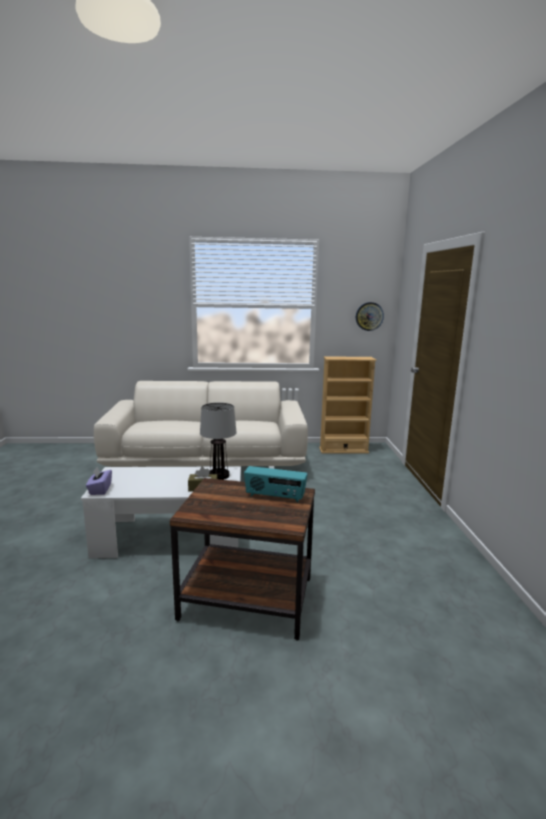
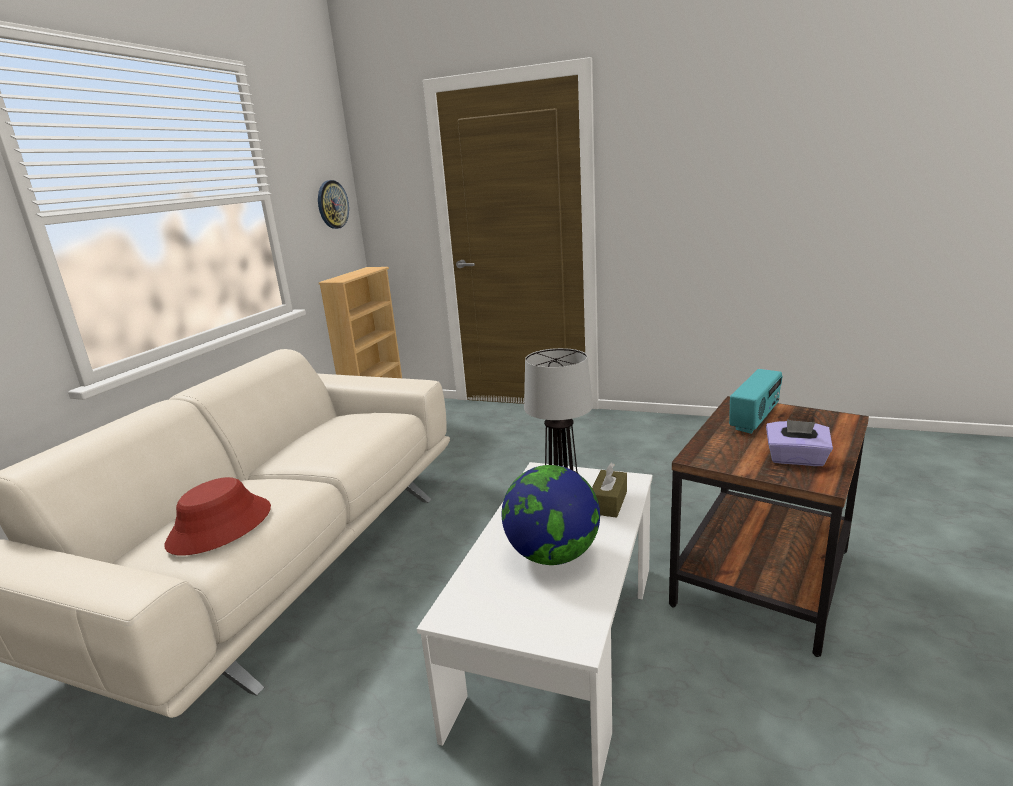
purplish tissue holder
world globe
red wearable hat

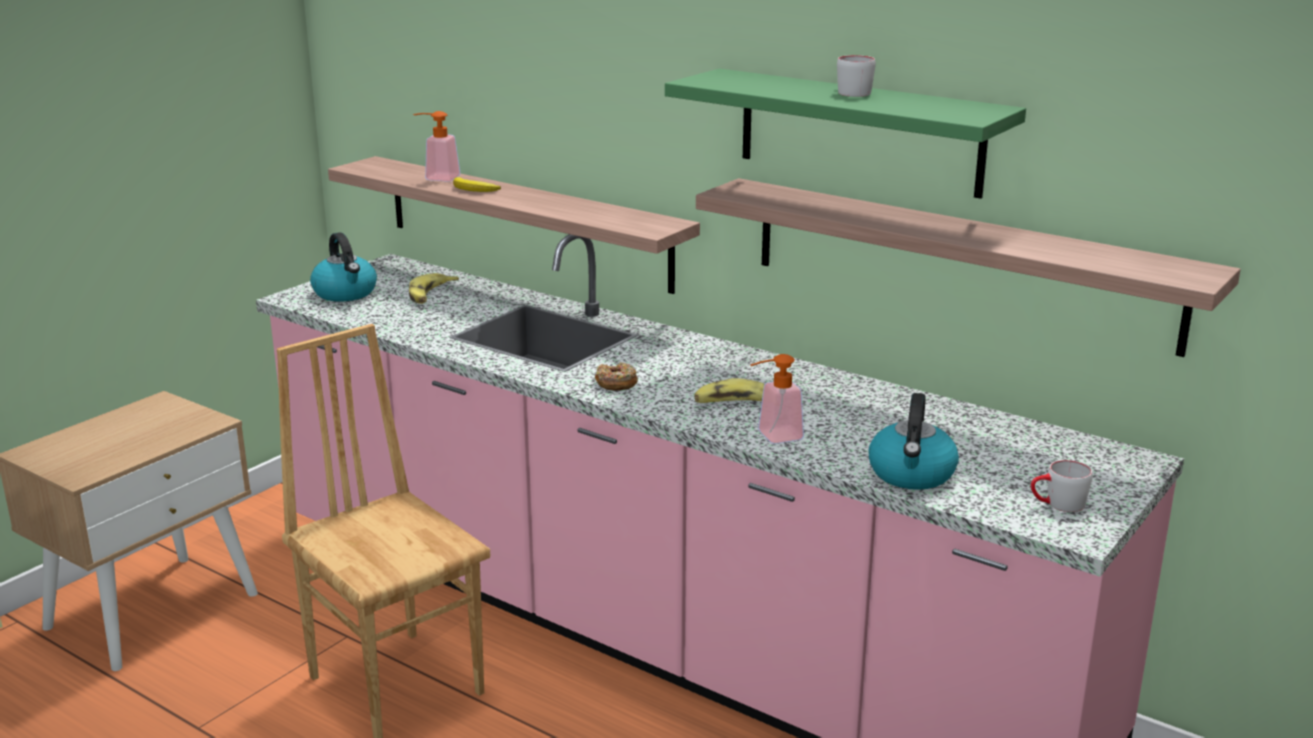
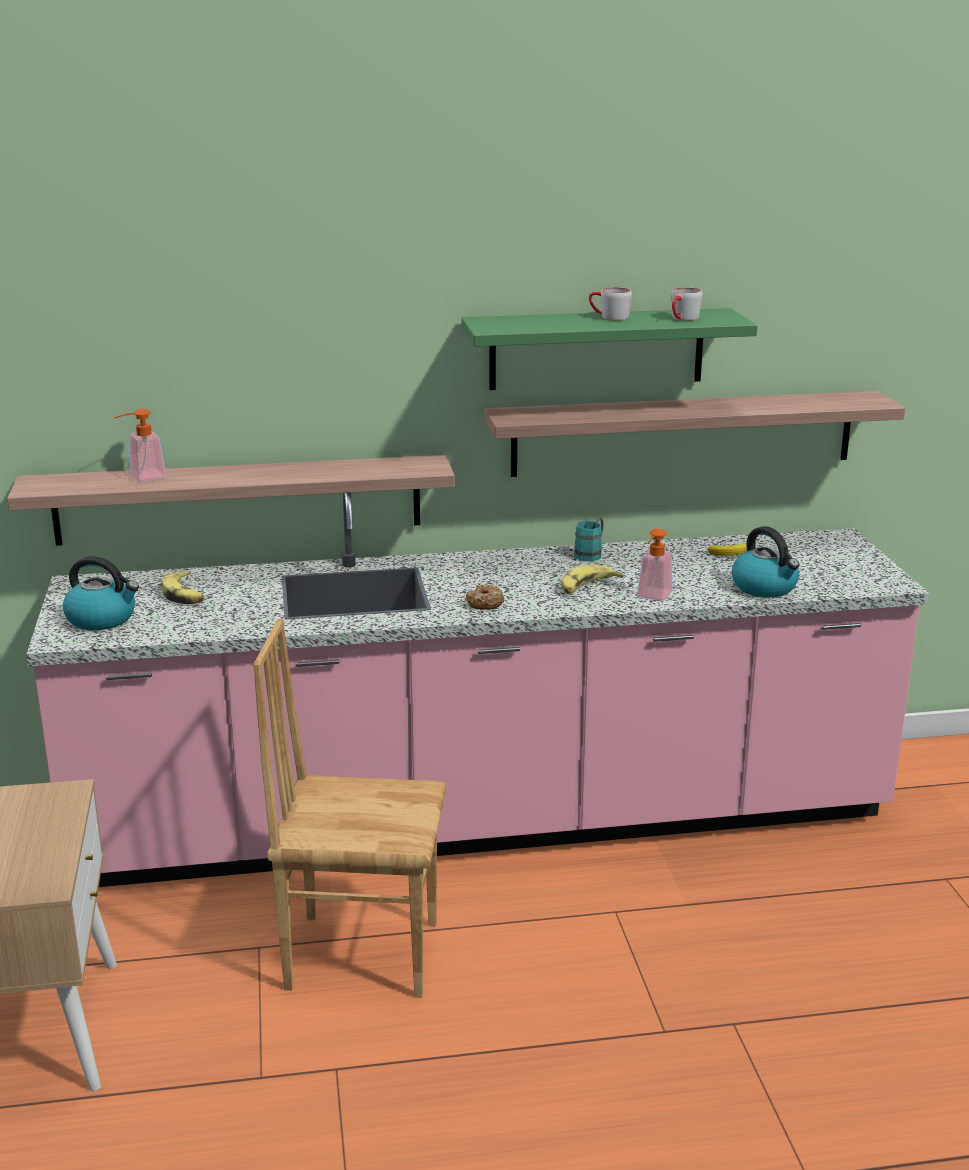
banana (3rd from left)
grey coffee mug (2nd from left)
blue-green coffee mug

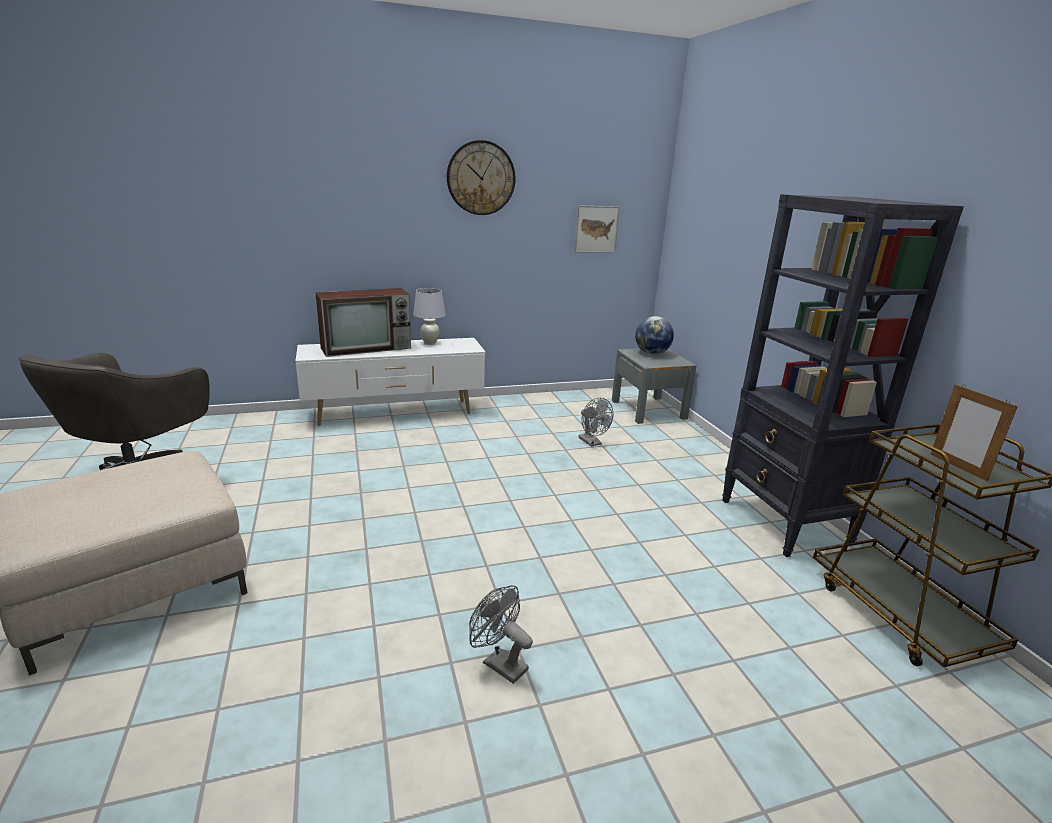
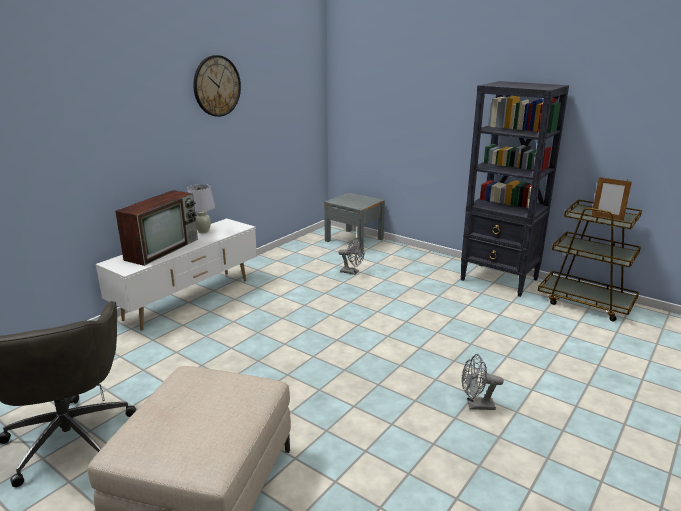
picture
world globe

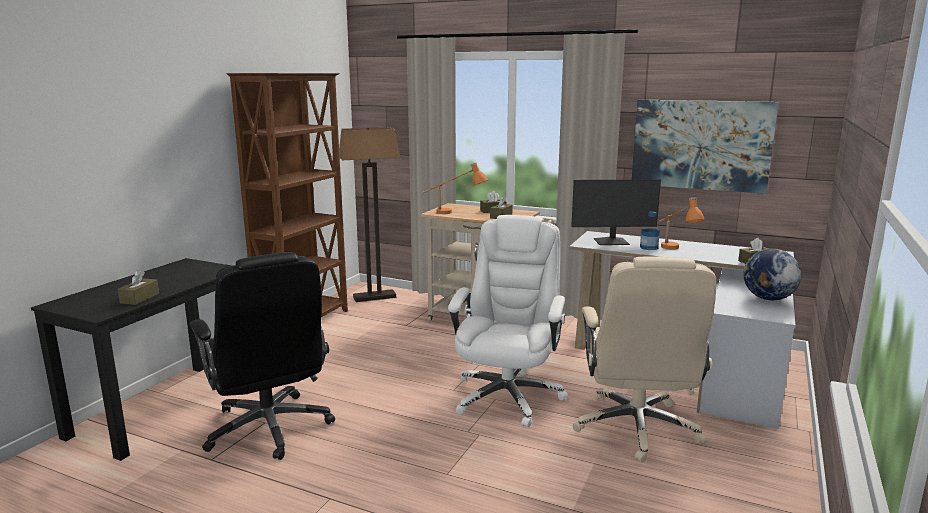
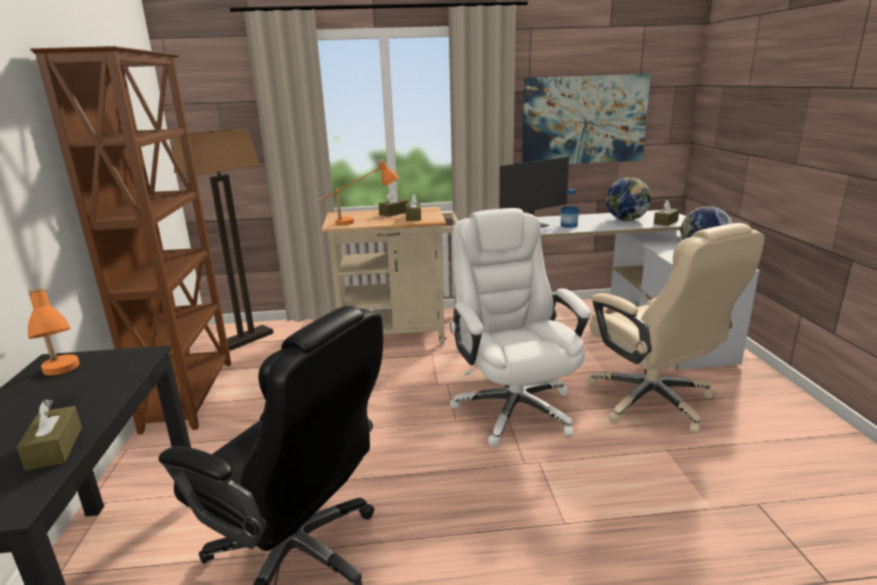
orange tabletop lamp (1st from left)
world globe (1st from left)

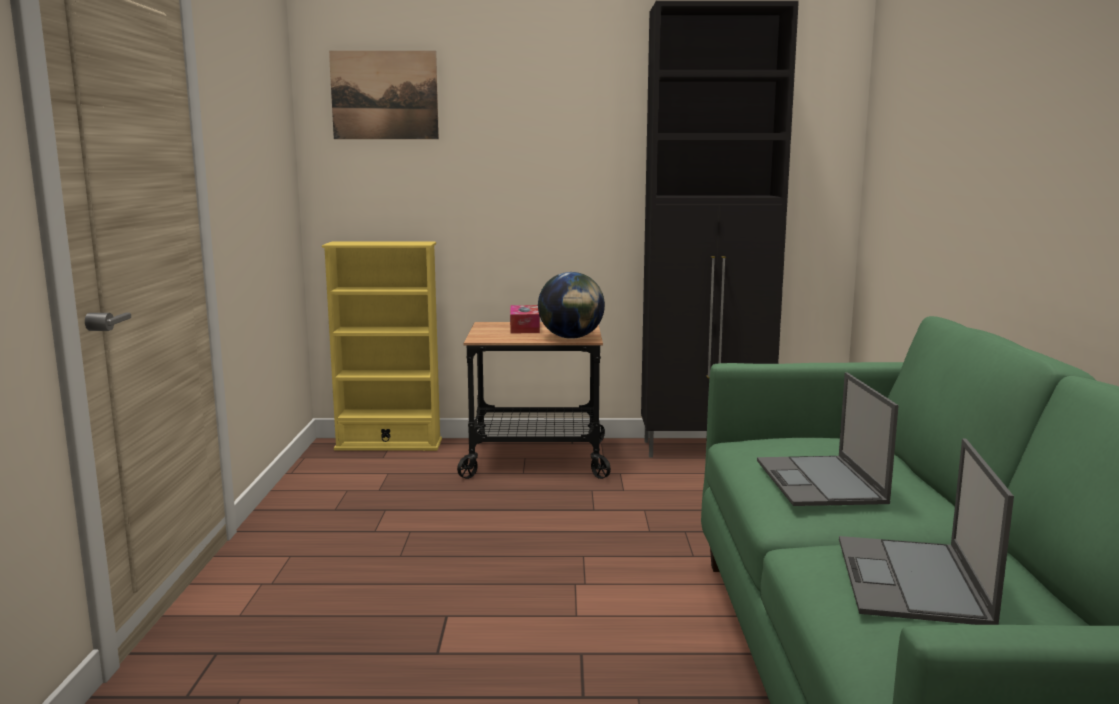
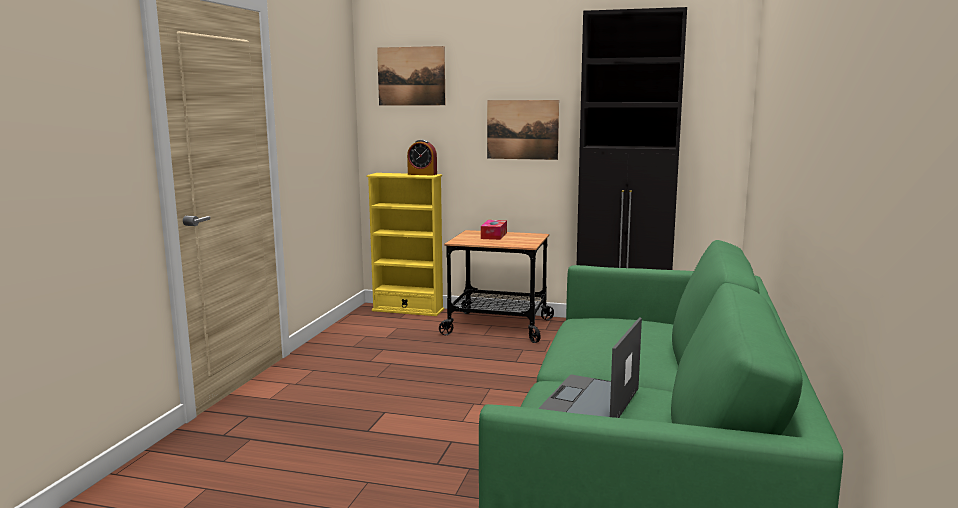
world globe
portable computer (1st from left in the first image)
picture (2nd from left)
table clock

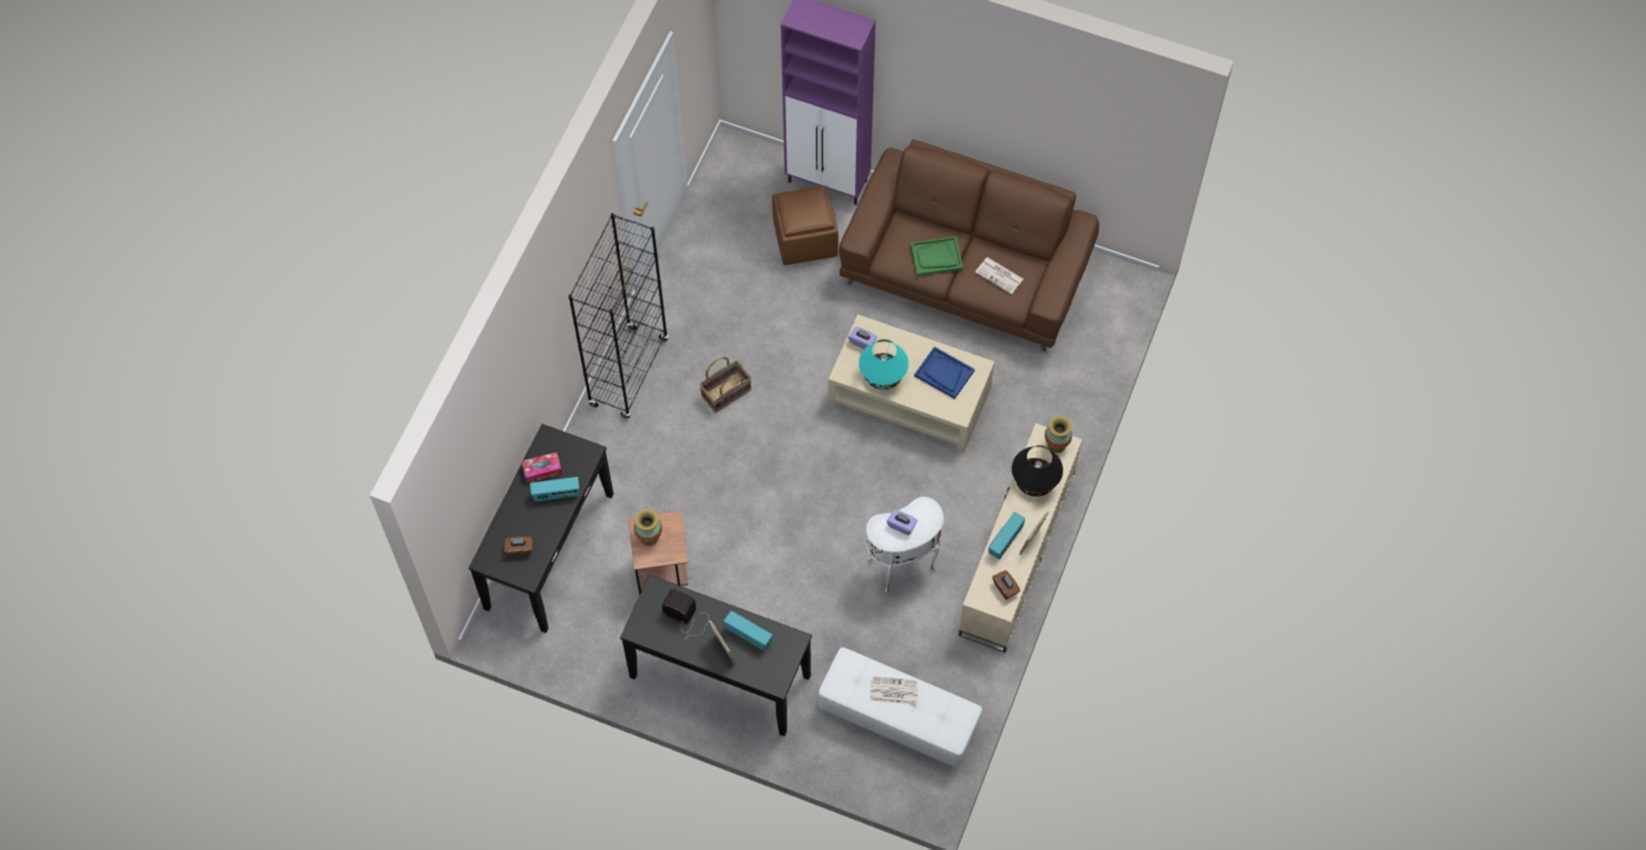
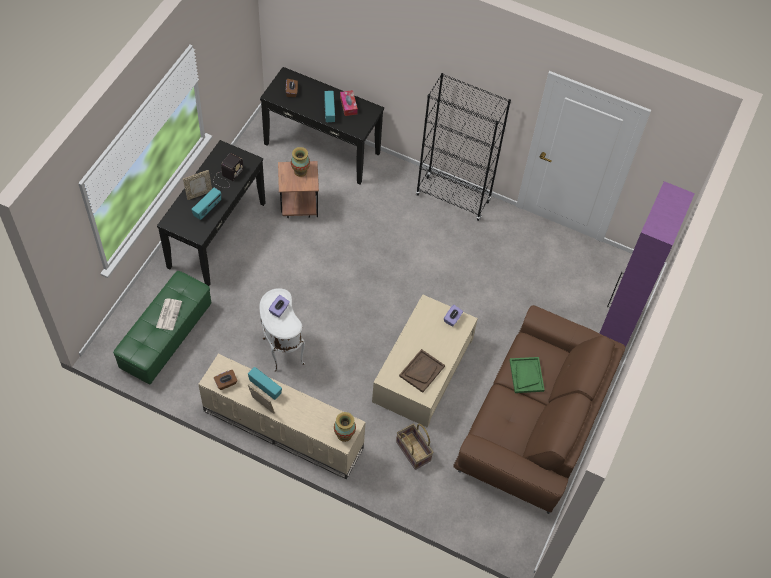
brown footrest
newspaper (2nd from left in the first image)
blue-green tabletop lamp
brown tray
household basket
black-coloured tabletop lamp
green footrest

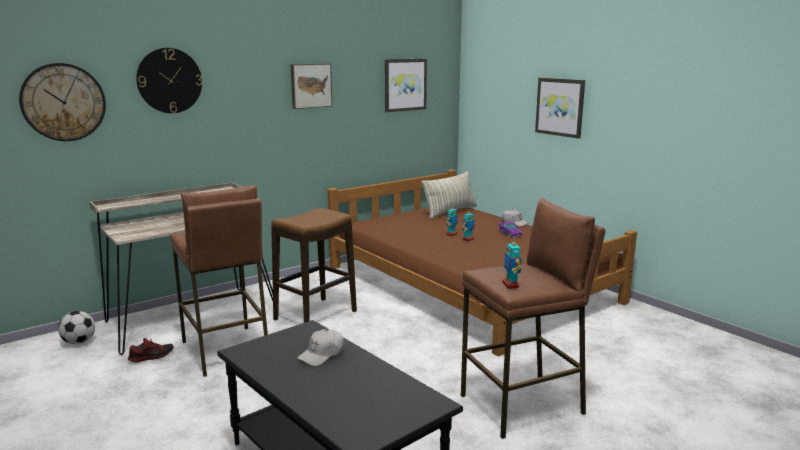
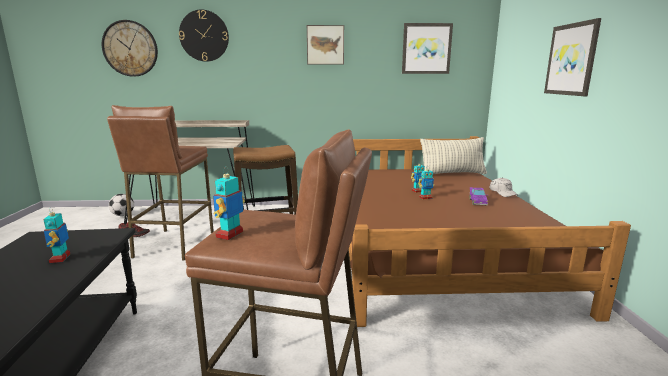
robot figure (1st from left)

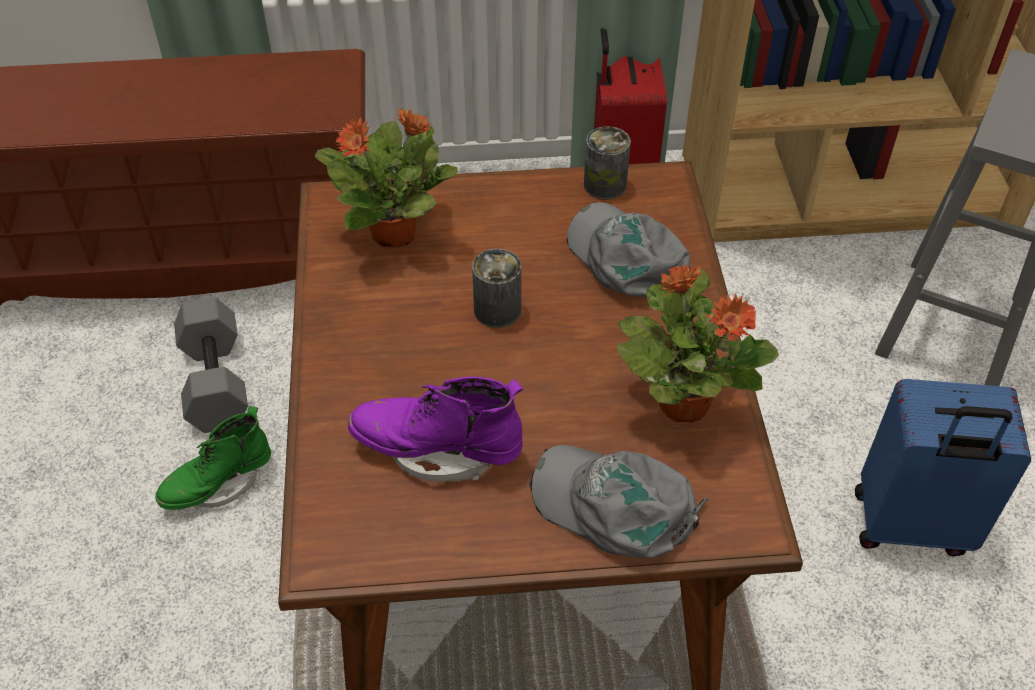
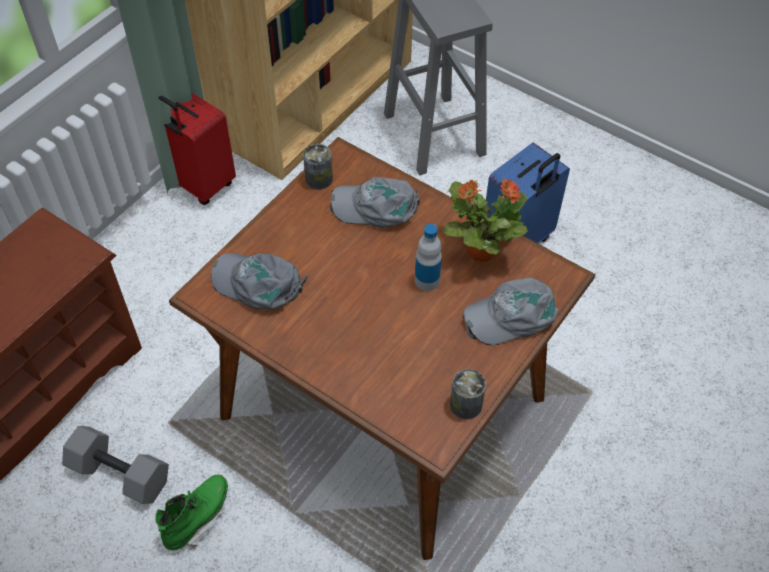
grey baseball cap (1st from left)
metal can (2nd from left)
purplish high-top boot
green high-top boot
beverage bottle

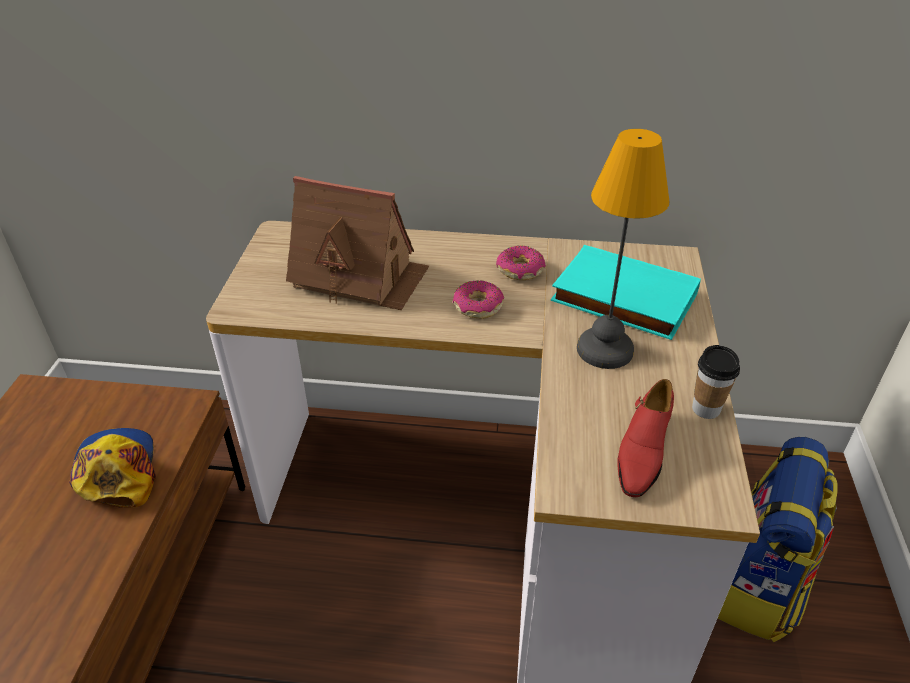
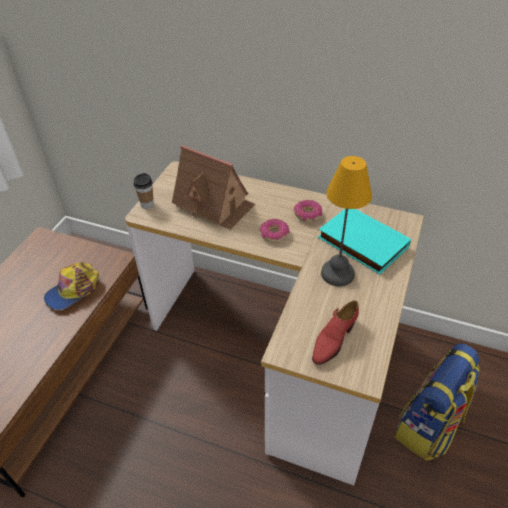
small cup
baseball cap

